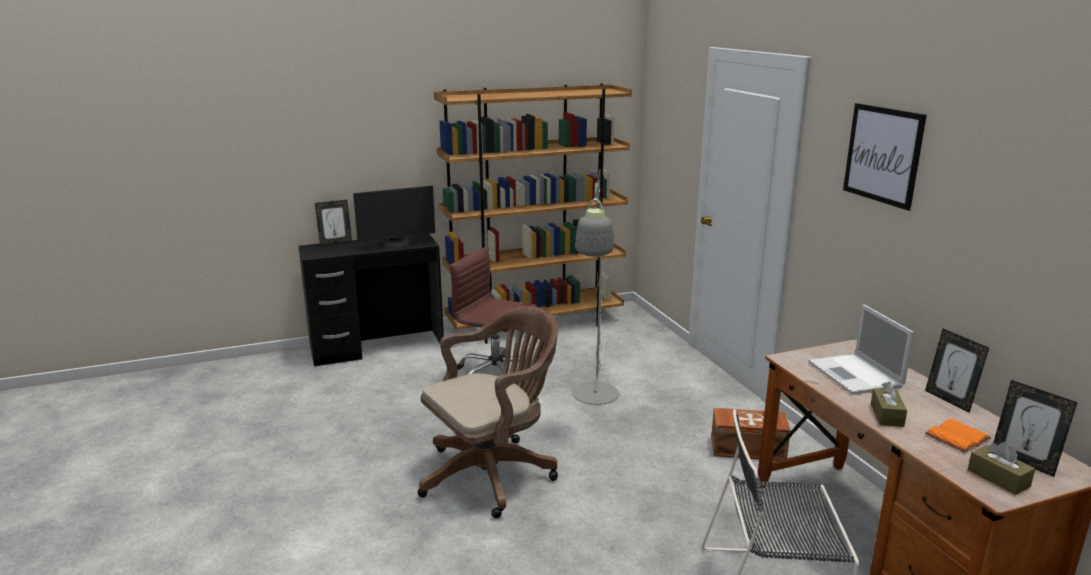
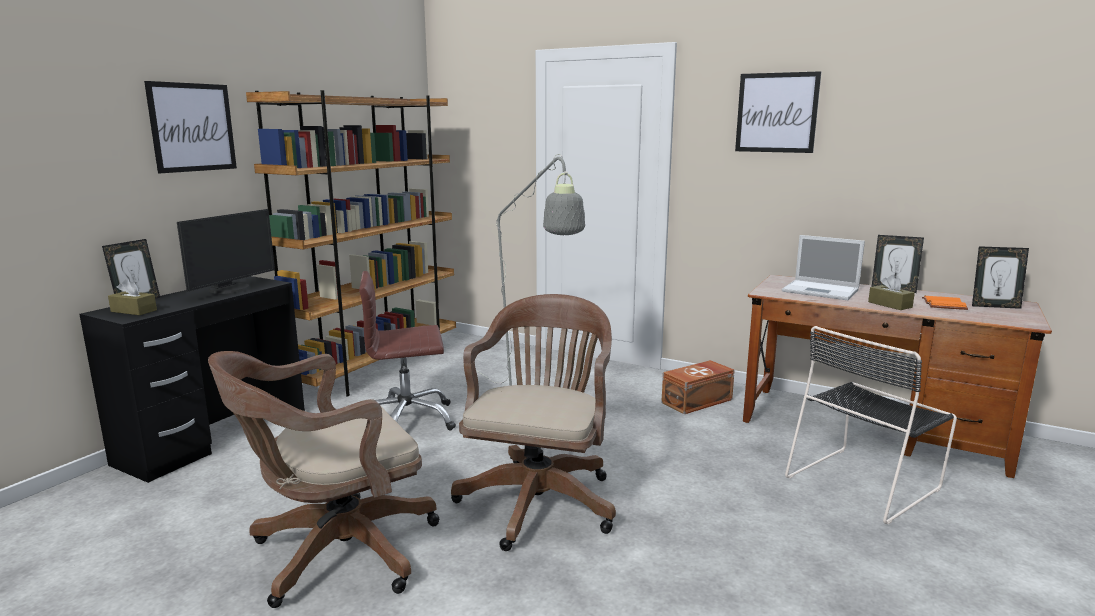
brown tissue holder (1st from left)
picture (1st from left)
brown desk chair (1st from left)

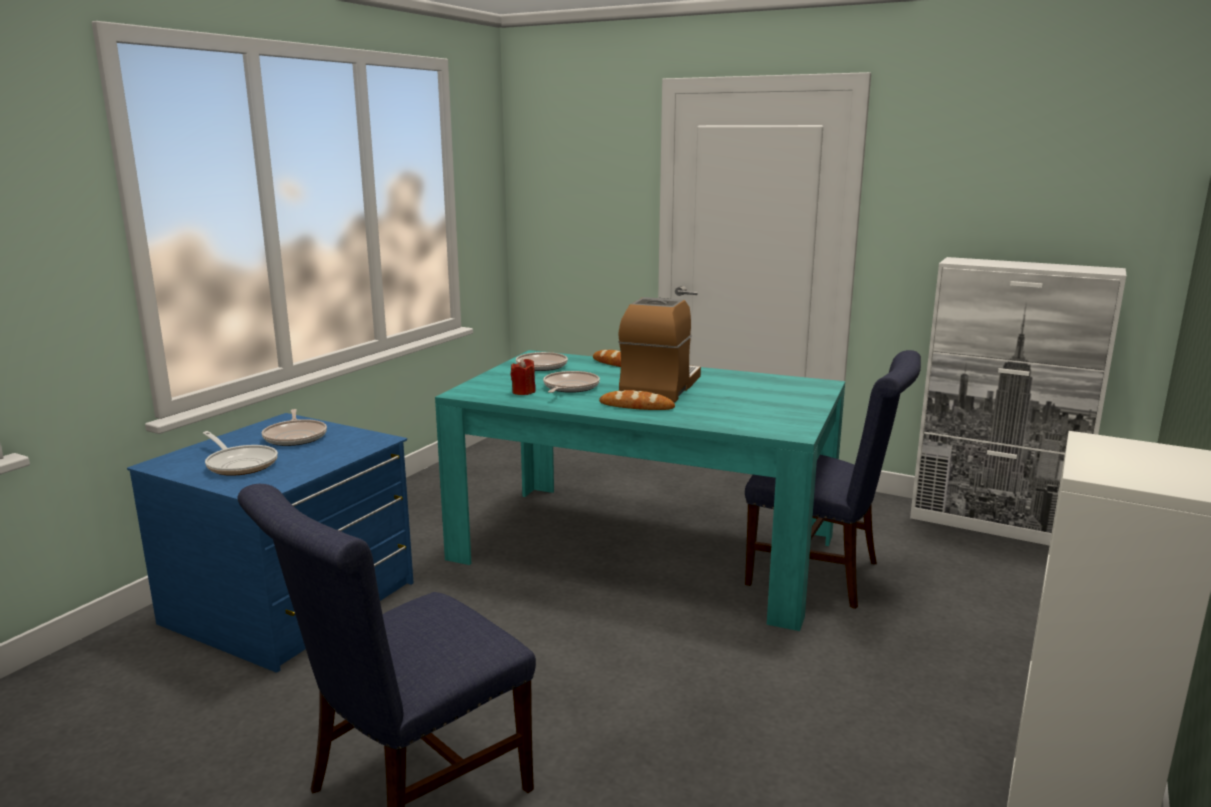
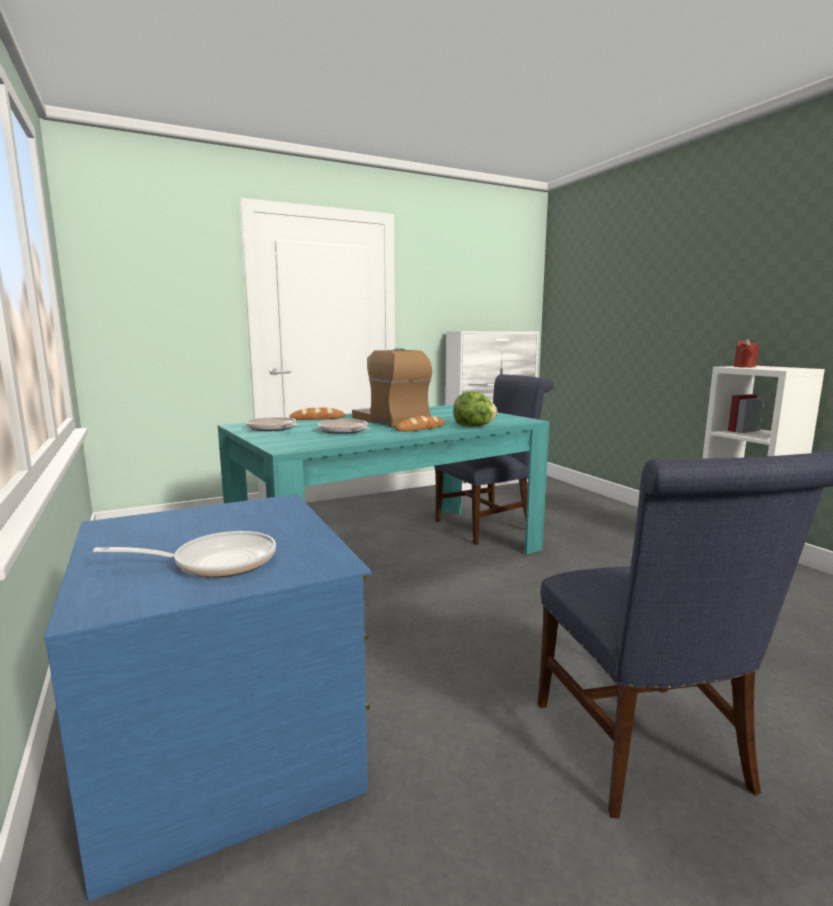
red wax candle
pan (2nd from left in the first image)
lettuce head

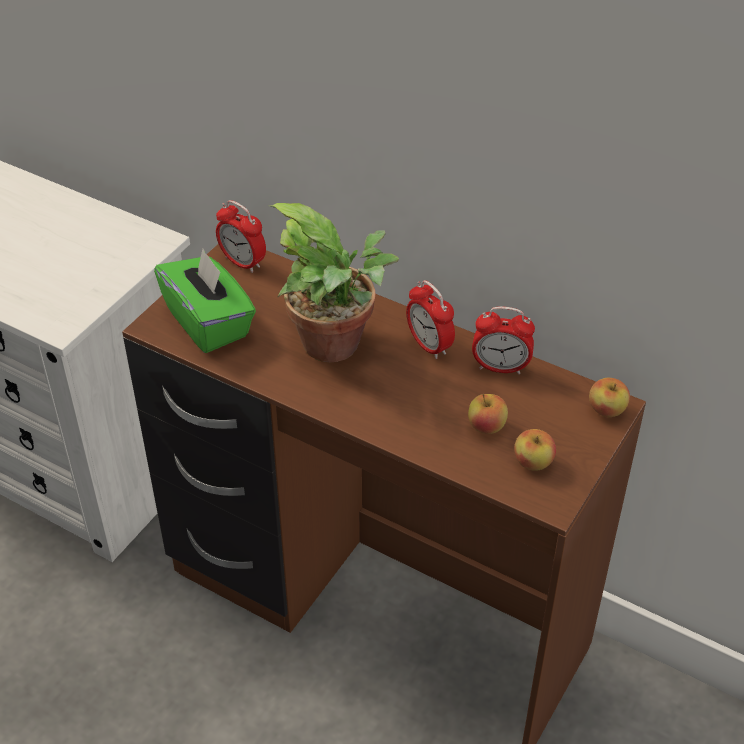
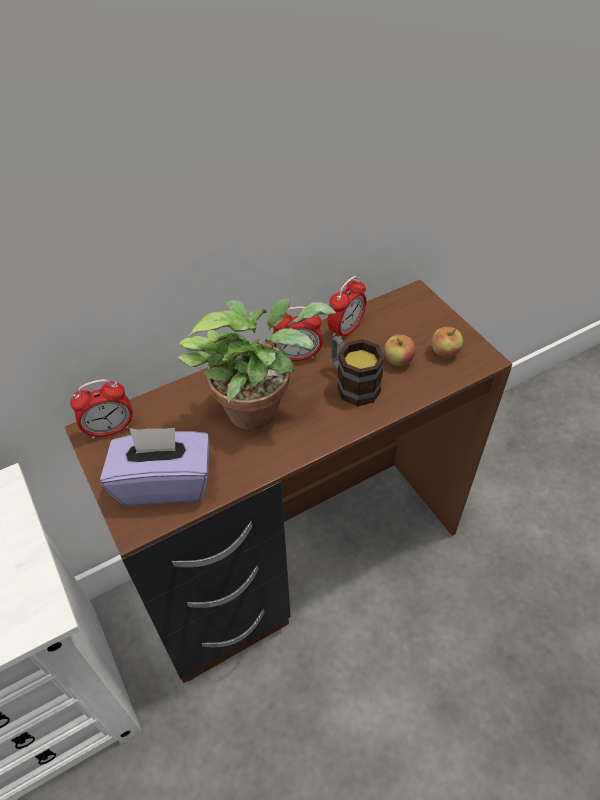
purplish tissue holder
apple fruit (3rd from left in the first image)
coffee mug

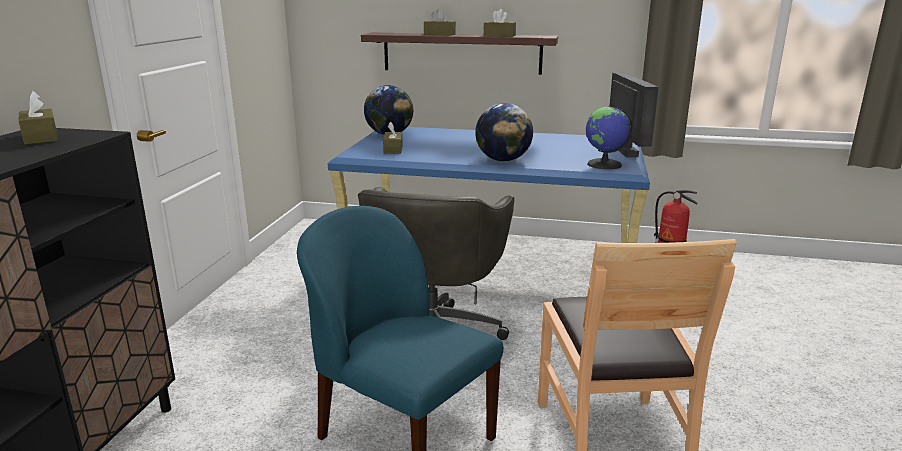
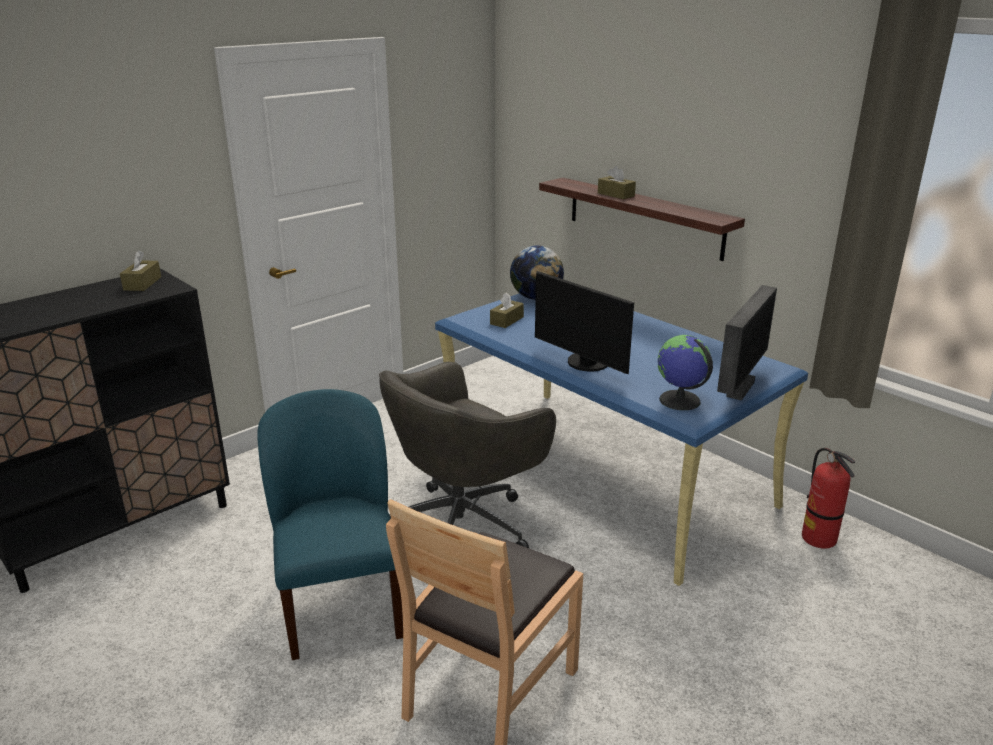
brown tissue holder (4th from left in the first image)
monitor (1st from left)

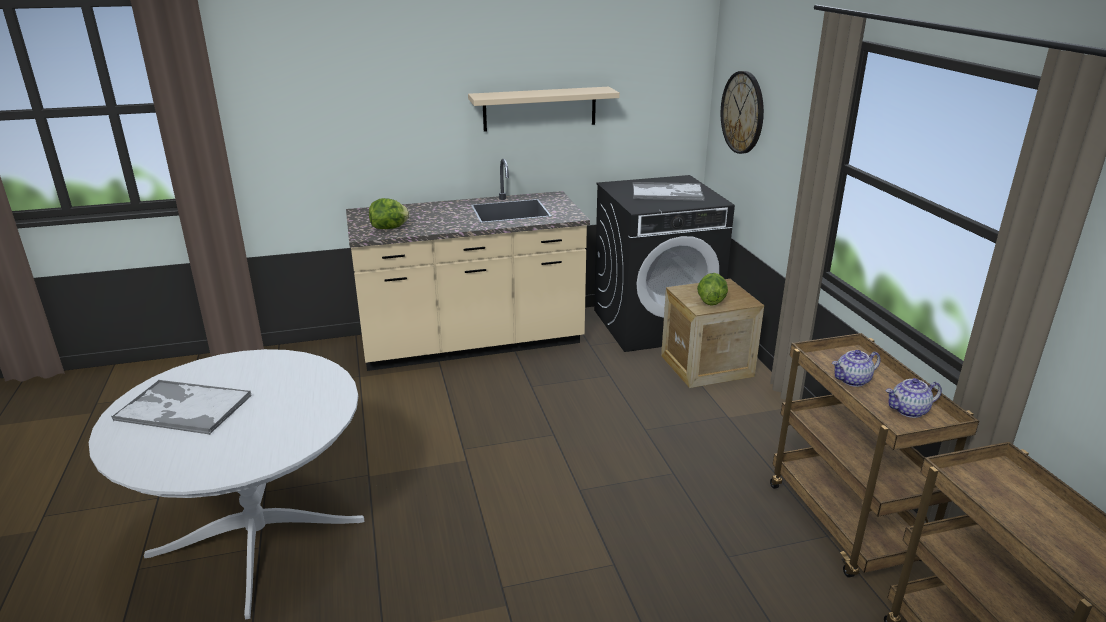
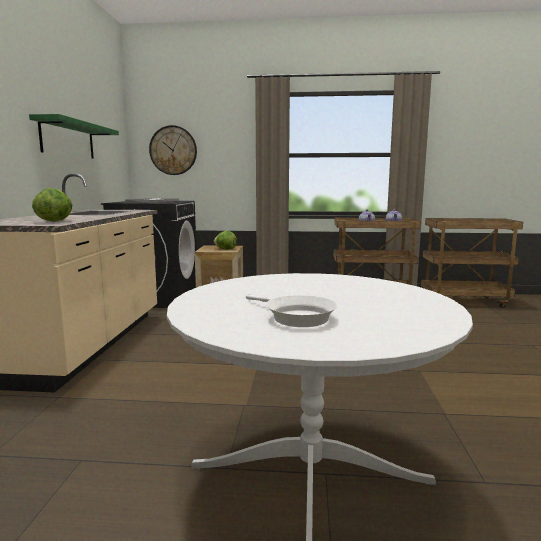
green bracket shelf
whitish pan

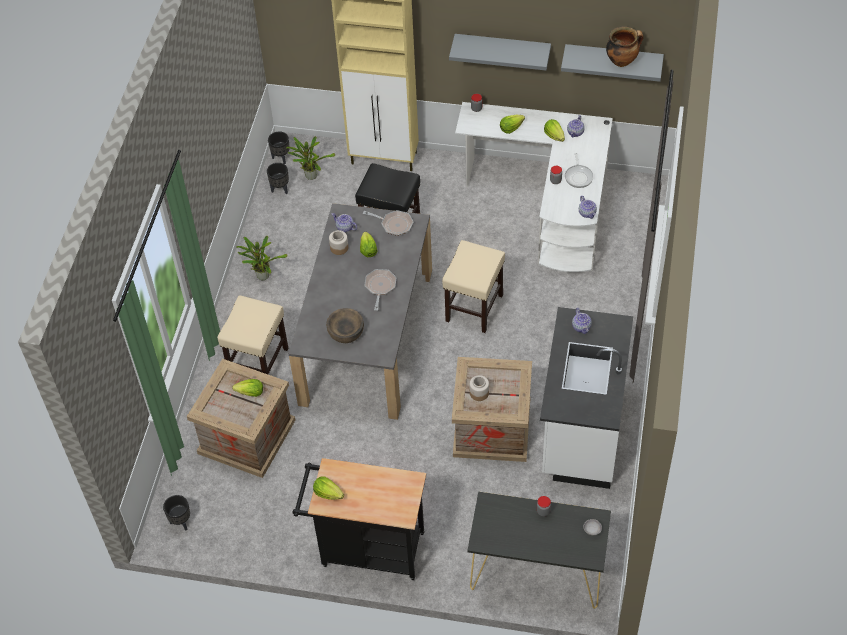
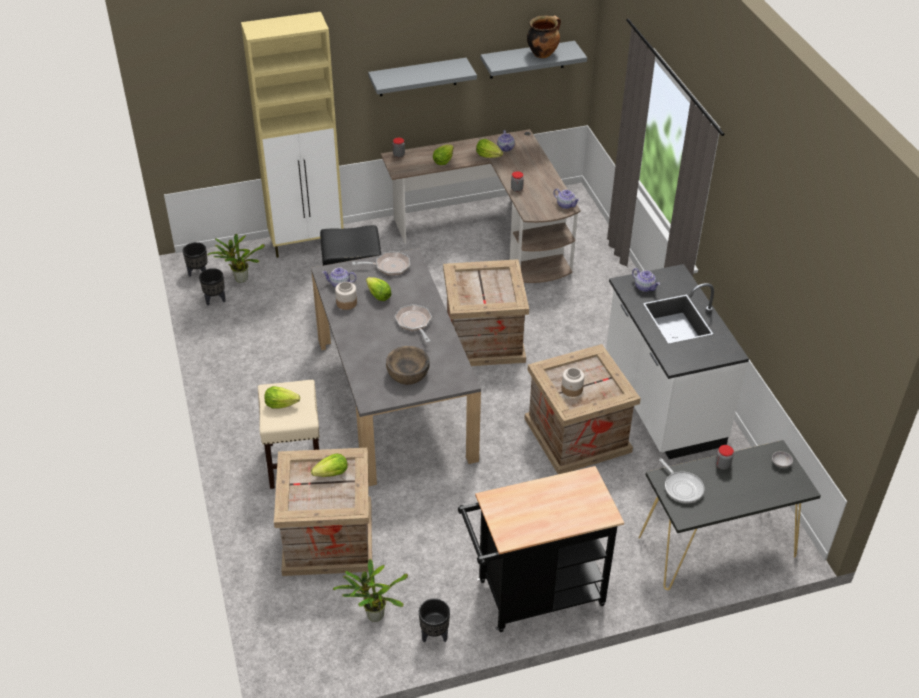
brown desk
pan (3rd from left)
potted plant (2nd from left)
crate (2nd from left)
lettuce head (1st from left)
black-coloured flower pot (3rd from left)

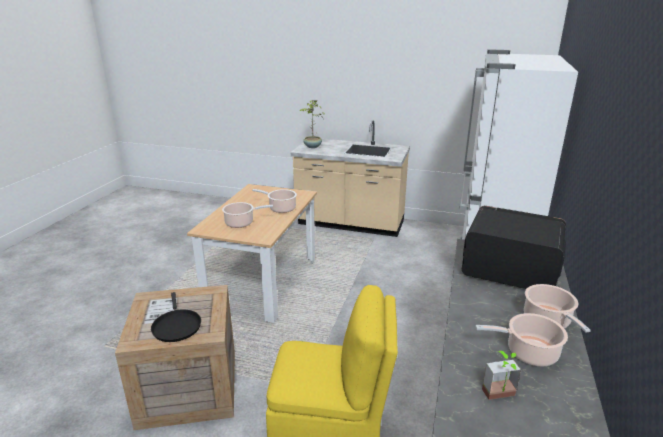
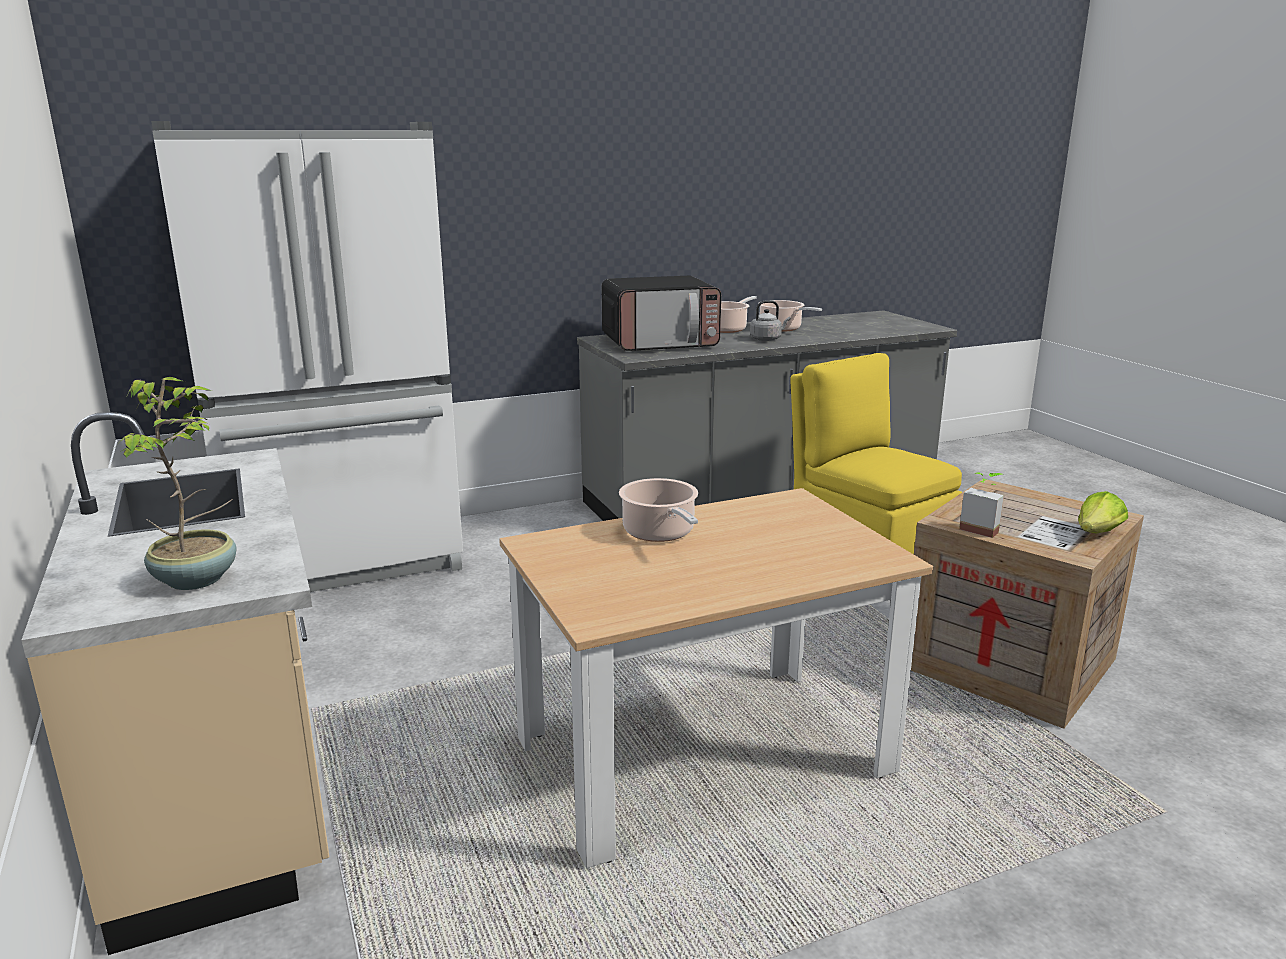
saucepot (1st from left in the first image)
kitchen microwave
black-coloured pan
potted plant (2nd from left)
grey kettle
lettuce head

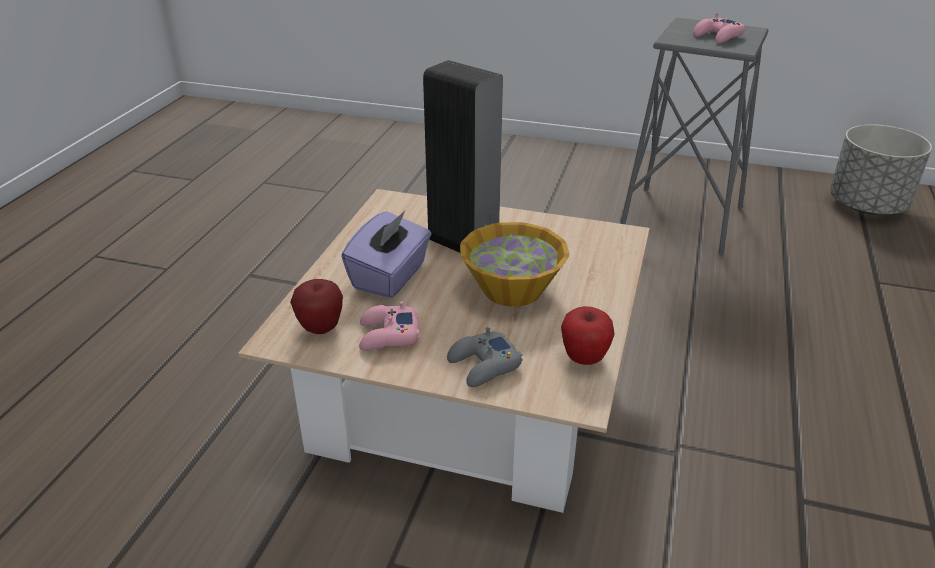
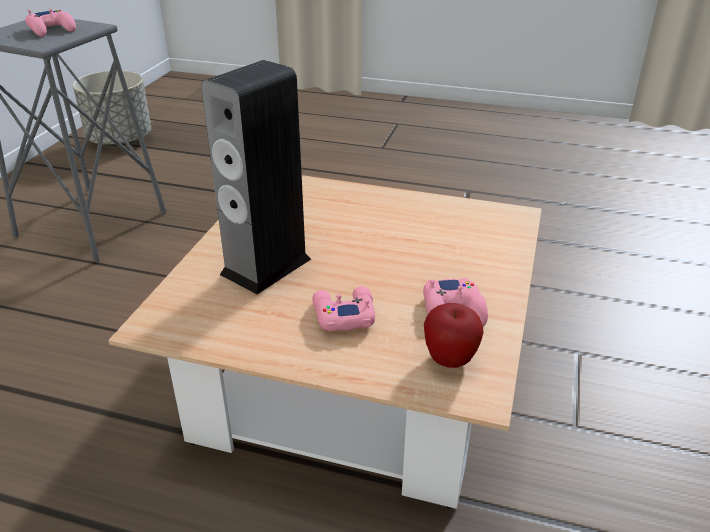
pinkish joypad (2nd from left)
serving bowl
apple fruit (2nd from left in the first image)
grey joypad

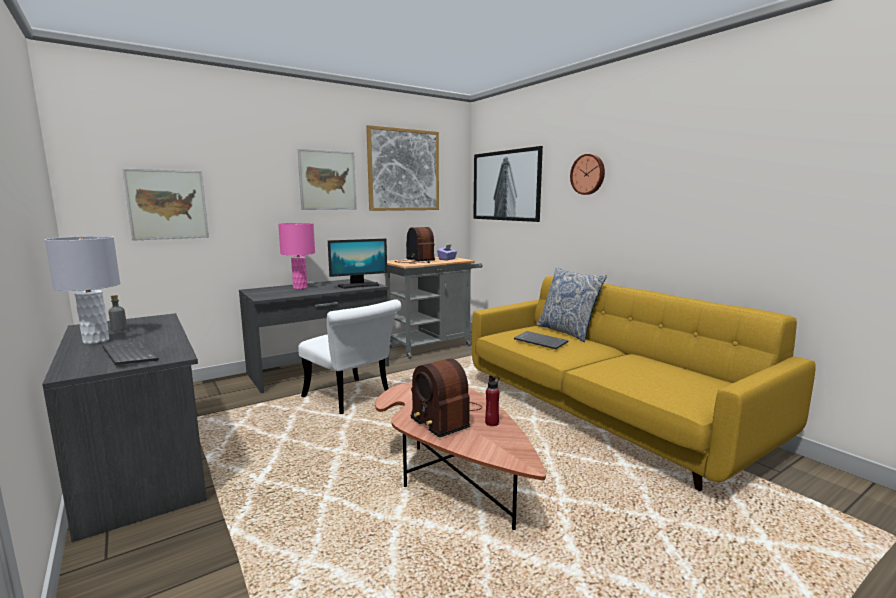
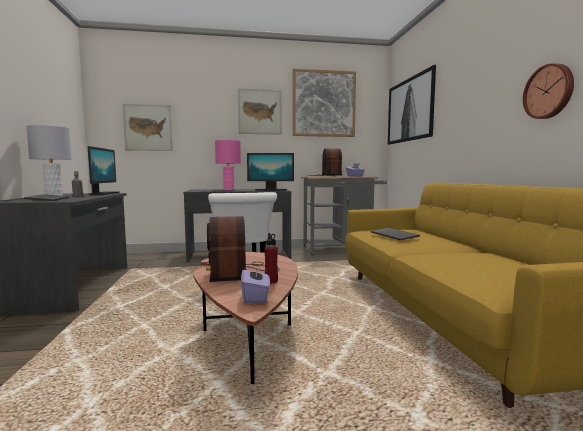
clock on the wall
cushion
monitor (1st from left)
purplish tissue holder (1st from left)

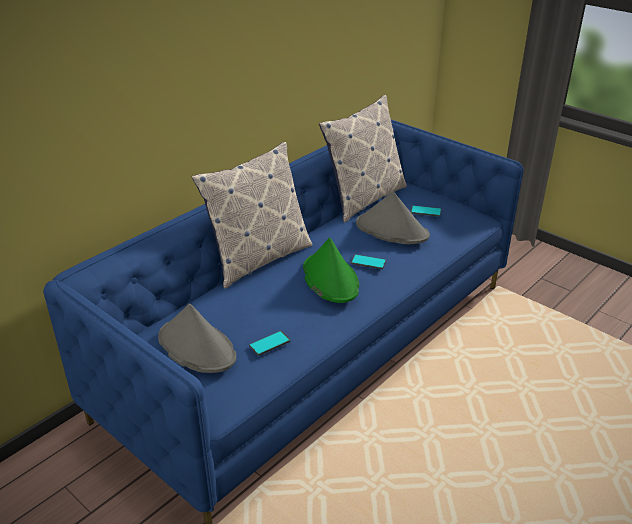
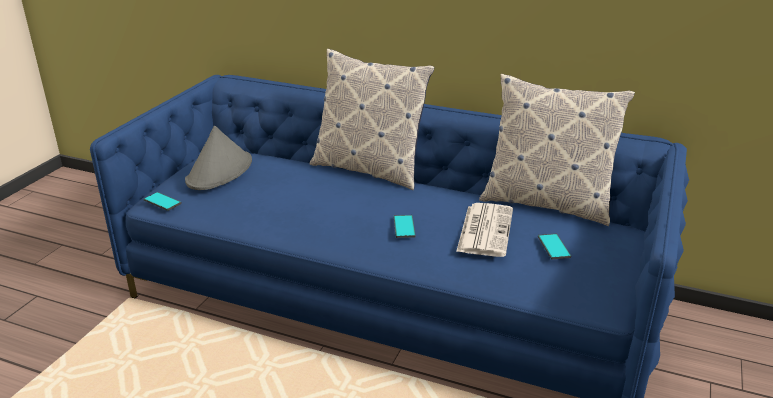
newspaper
green wearable hat
telephone (1st from left)

